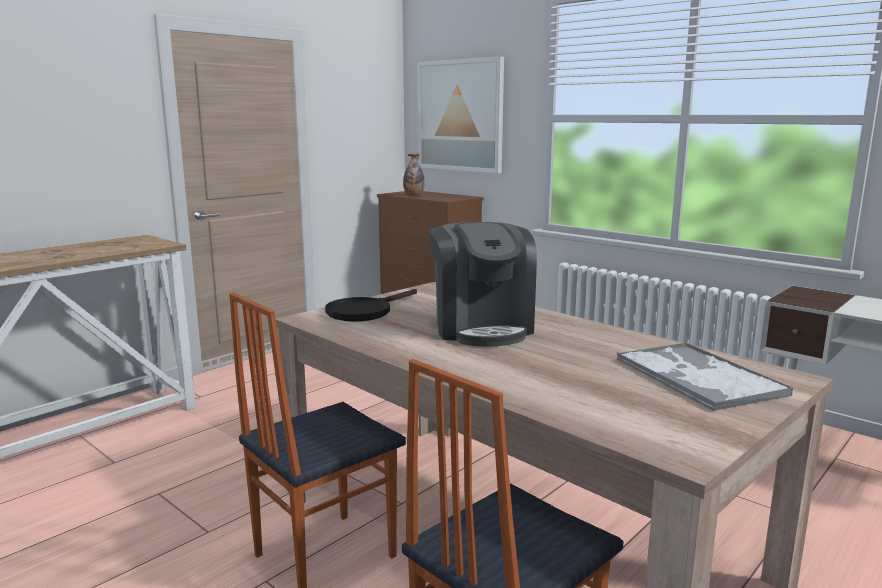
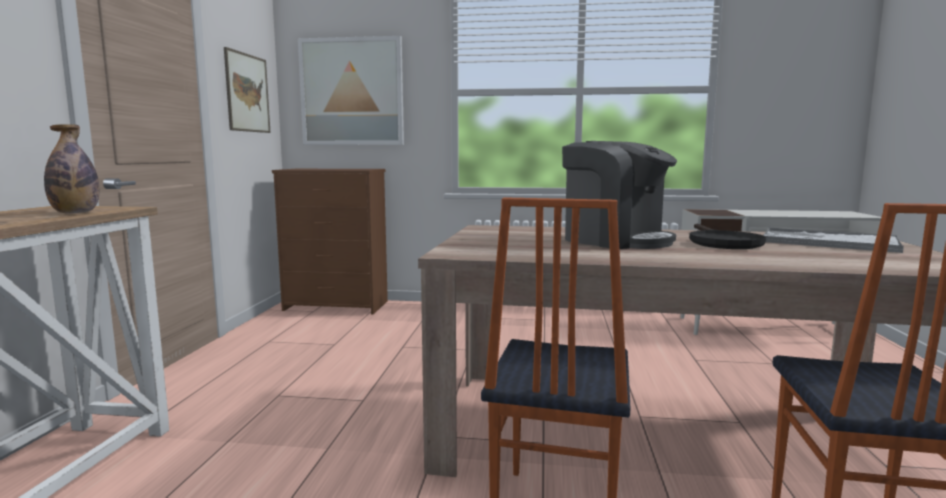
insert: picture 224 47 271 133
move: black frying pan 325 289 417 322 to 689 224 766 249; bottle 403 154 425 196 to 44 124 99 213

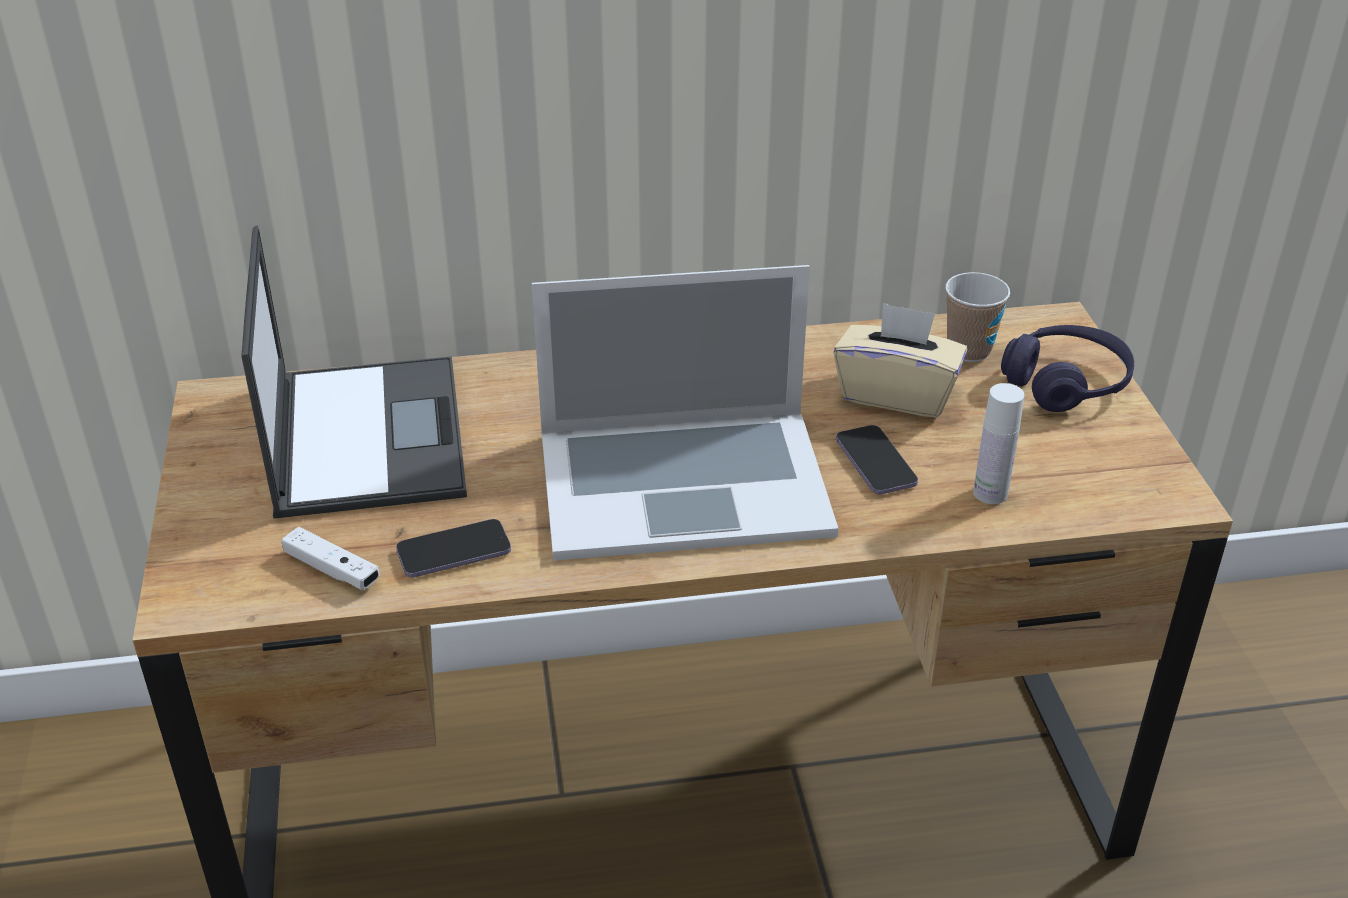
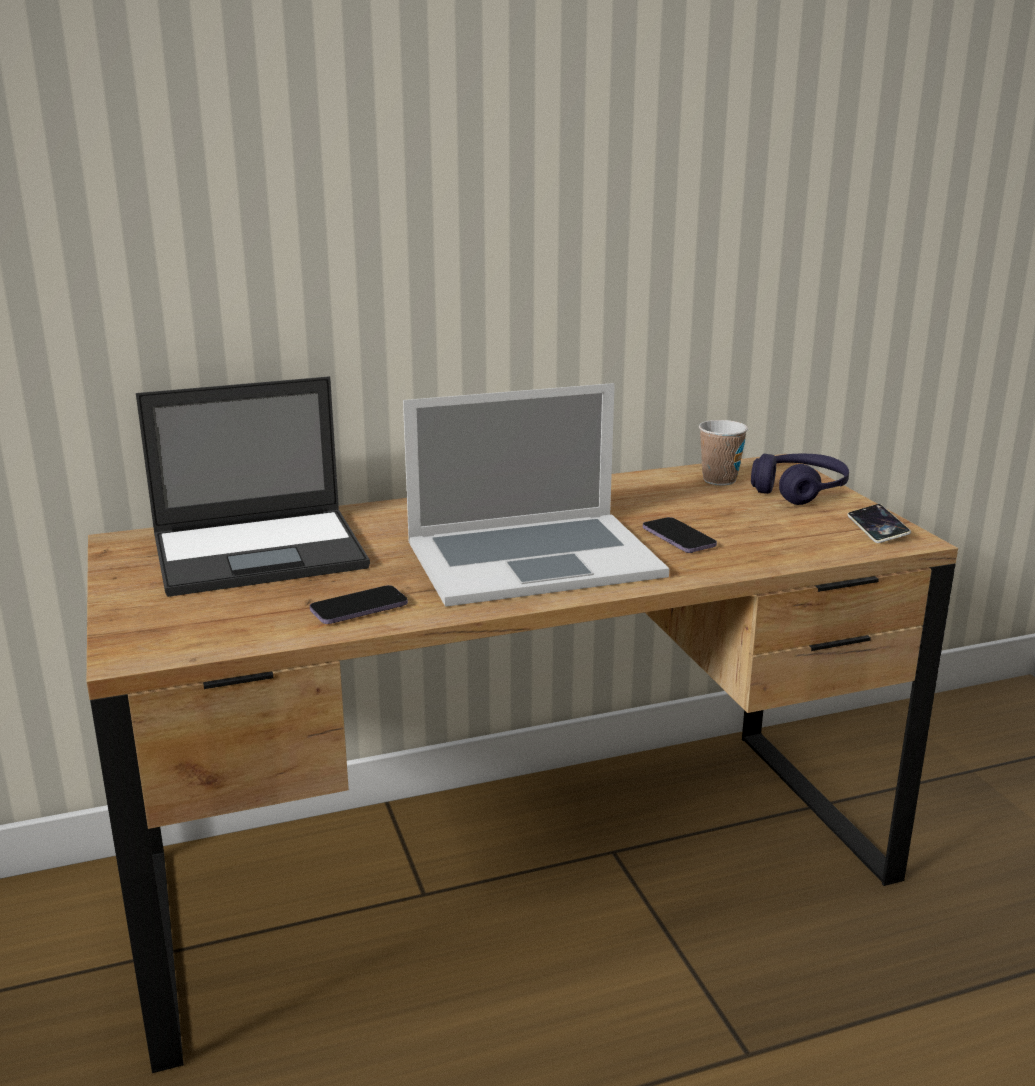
delete: white game controller 281 527 380 590; beige tissue box 834 302 967 418; white bottle 973 383 1024 504
insert: phone 847 504 911 543
rotate: laptop 241 226 467 519 = 136 376 370 597 90 degrees clockwise

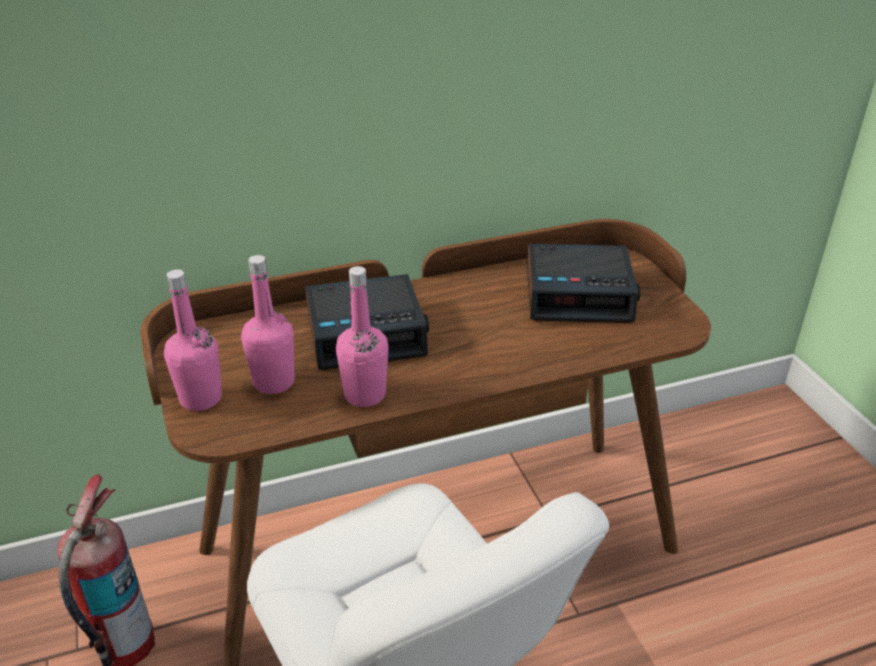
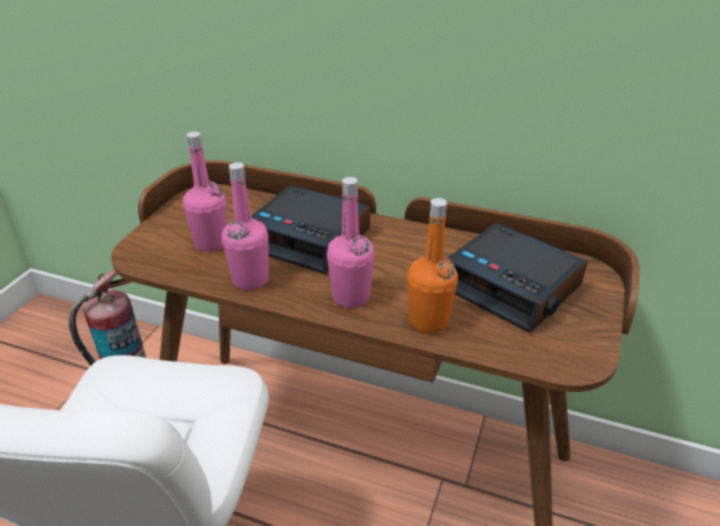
insert: orange bottle 407 198 458 334
move: pink bottle 164 269 222 411 to 327 177 375 308

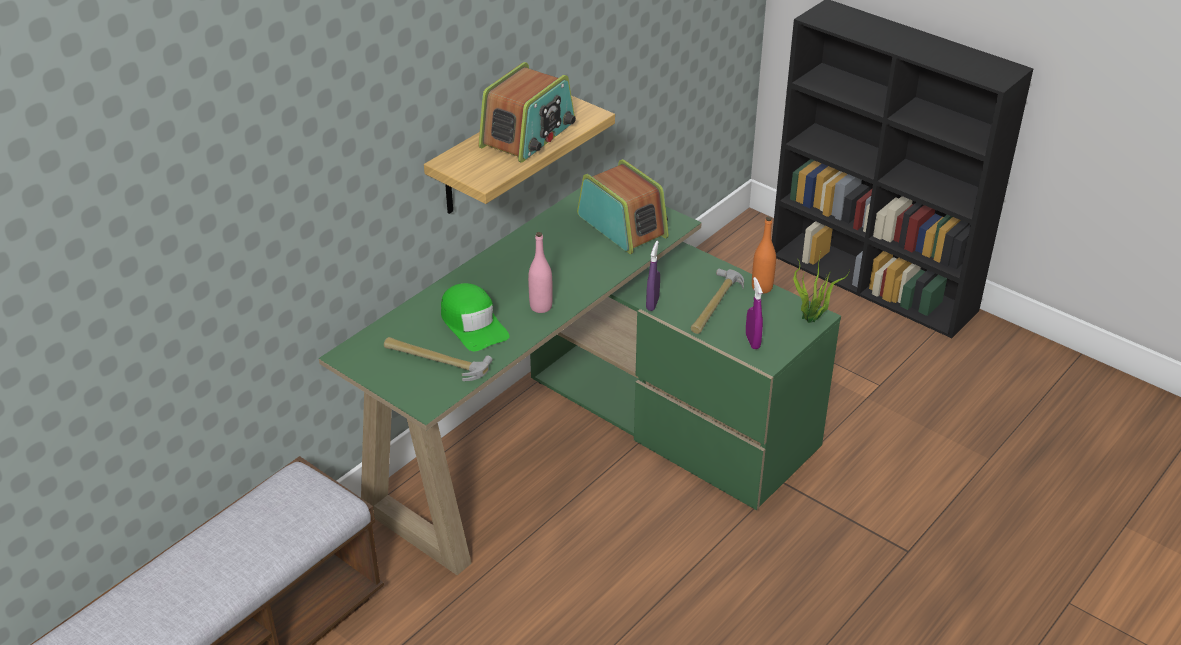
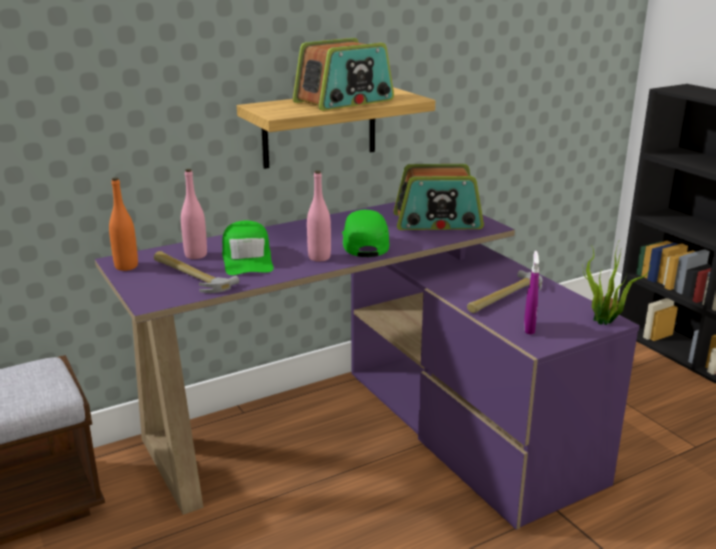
delete: purple spray bottle 646 241 660 311
insert: pink bottle 181 169 207 259; green cap 342 210 389 257
move: orange bottle 752 217 776 294 to 109 177 138 271
recolor: green desk 319 187 841 575 to purple desk 95 202 640 530
rotate: radio 577 159 669 254 = 394 164 484 230 105 degrees clockwise

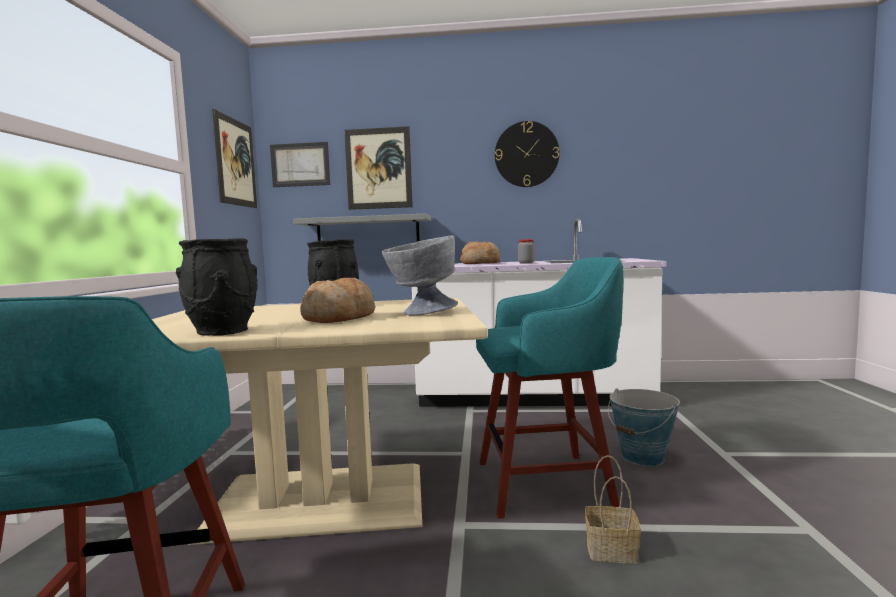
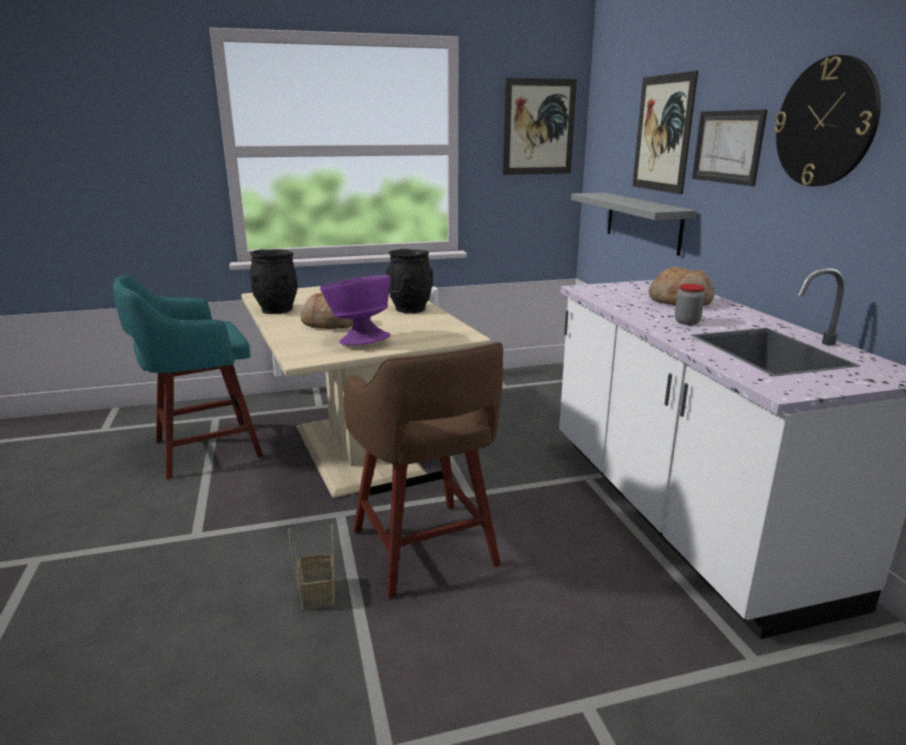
delete: bucket 608 388 680 466
move: picture 270 142 330 187 to 692 110 768 186
recolor: grey bowl 382 235 458 315 to purple bowl 320 275 390 345; turquoise stool 476 257 624 519 to brown stool 344 342 503 599

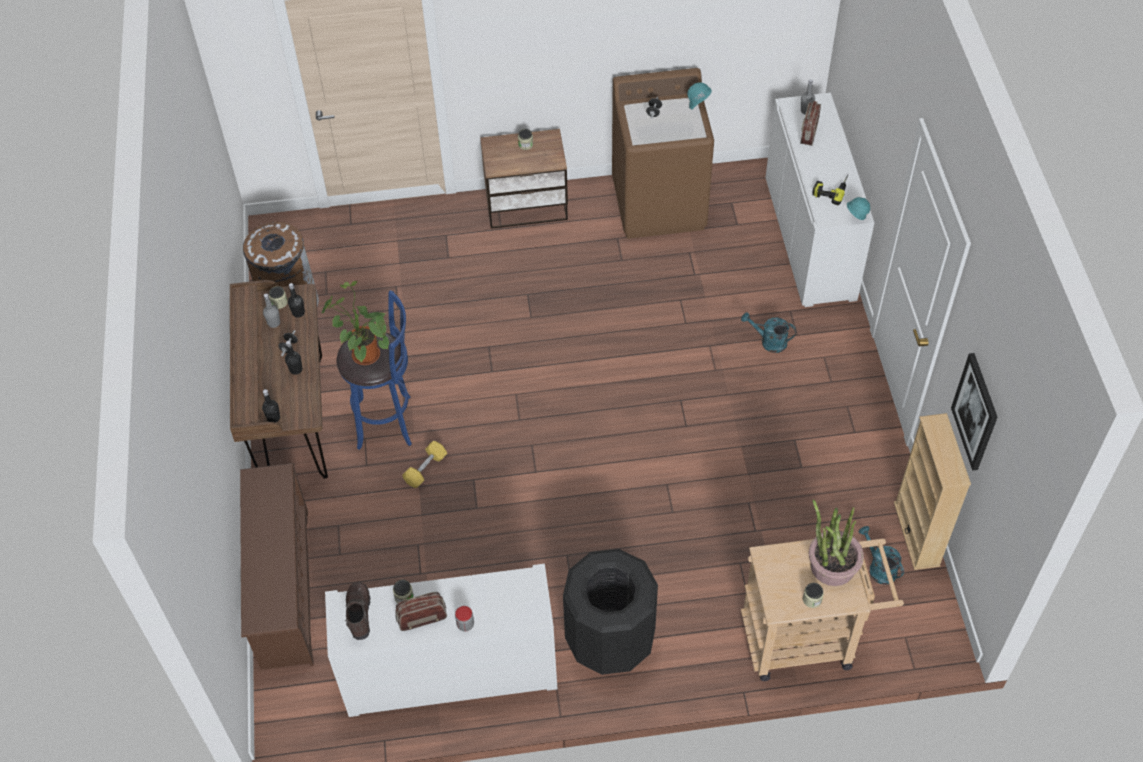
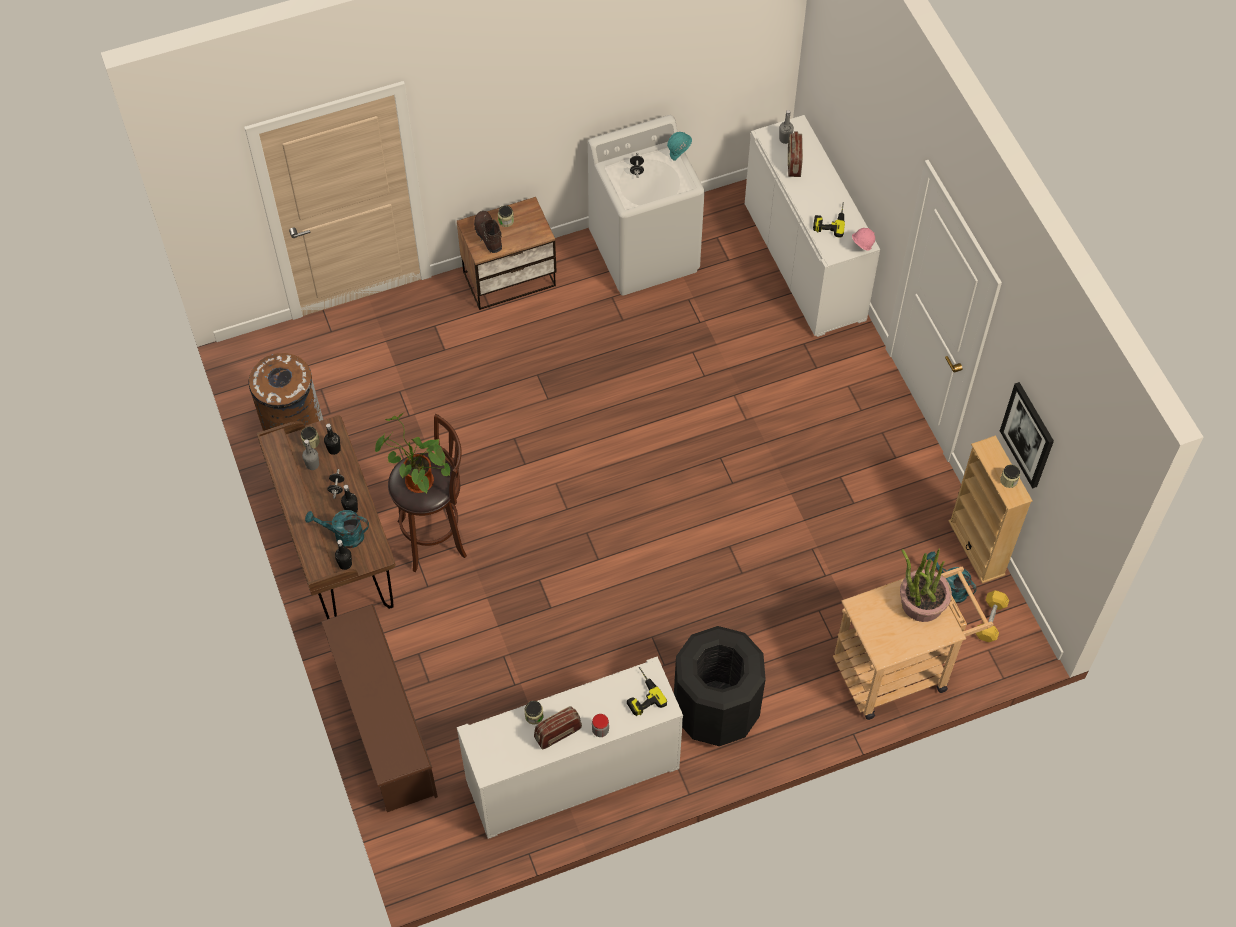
insert: power drill 627 667 667 716
move: brown boot 345 582 371 640 to 474 211 502 253; yellow dumbbell 402 441 447 488 to 976 590 1009 642; turquoise watering can 741 312 796 353 to 305 510 369 548; jar 803 583 824 608 to 1000 465 1020 488
recolor: blue stool 336 290 412 450 to brown stool 388 414 467 572; brown washing machine 612 68 714 239 to white washing machine 588 115 705 296; turquoise hard hat 847 197 870 220 to pink hard hat 852 228 875 251

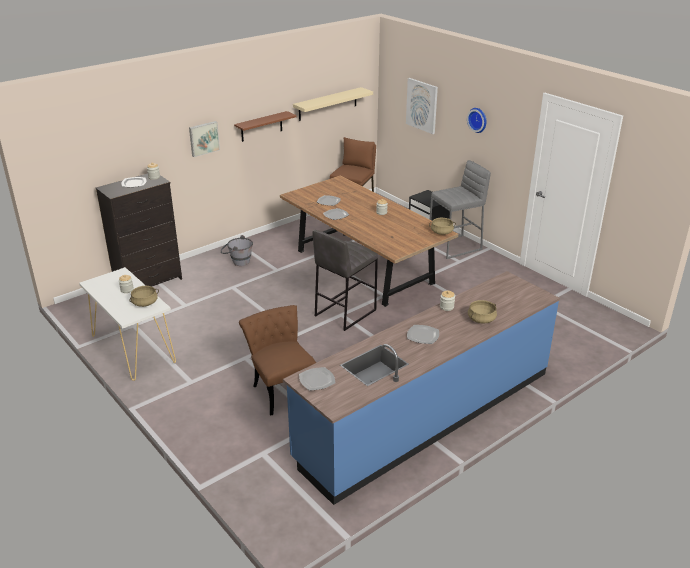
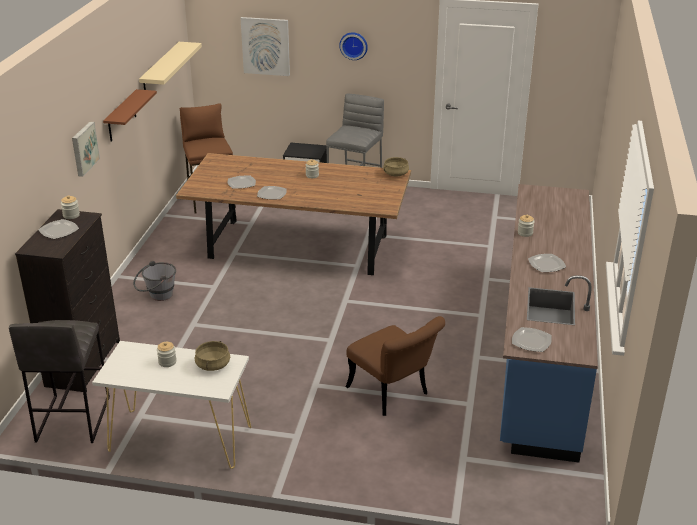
delete: beige cooking pot 468 300 497 324
move: grey stool 312 230 378 331 to 9 320 110 443
rotate: brown chair 239 305 316 416 = 345 316 445 416 150 degrees counterclockwise

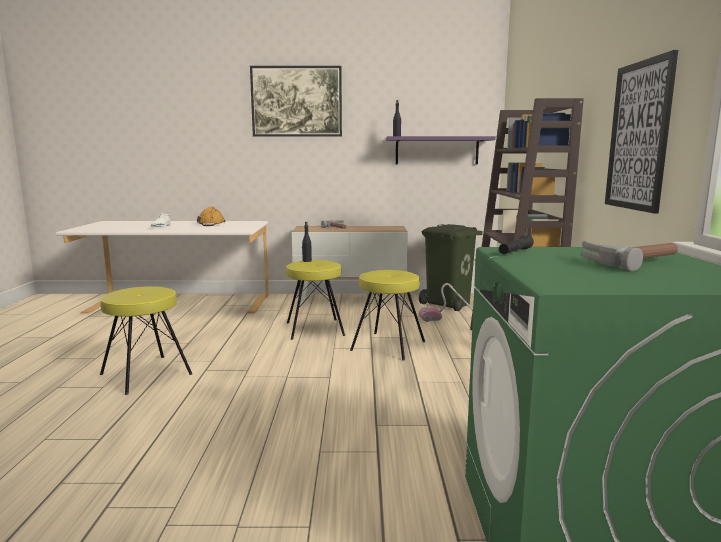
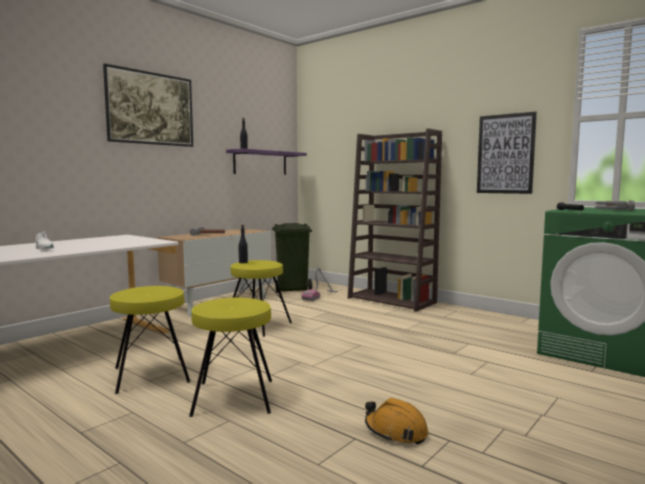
move: orange hard hat 197 207 225 226 to 365 398 428 444; yellow stool 350 270 425 361 to 110 286 191 394

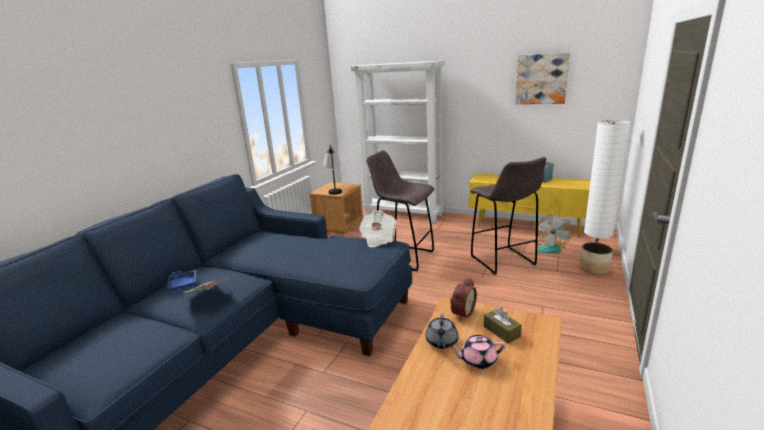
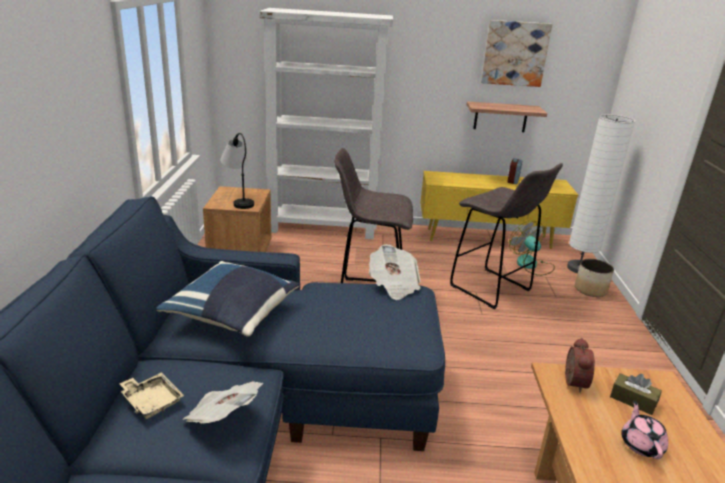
delete: grey teapot 425 314 458 349
insert: blue pillow 156 261 300 337; shelf 467 101 547 132
recolor: blue tray 167 270 196 291 to beige tray 119 372 184 419
rotate: pink teapot 449 335 505 369 = 621 401 668 459 120 degrees clockwise; fan 535 214 572 253 = 509 221 555 276 135 degrees clockwise

